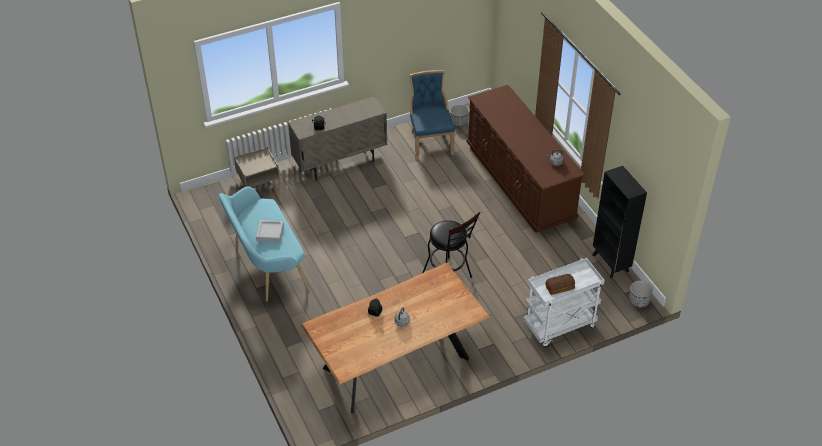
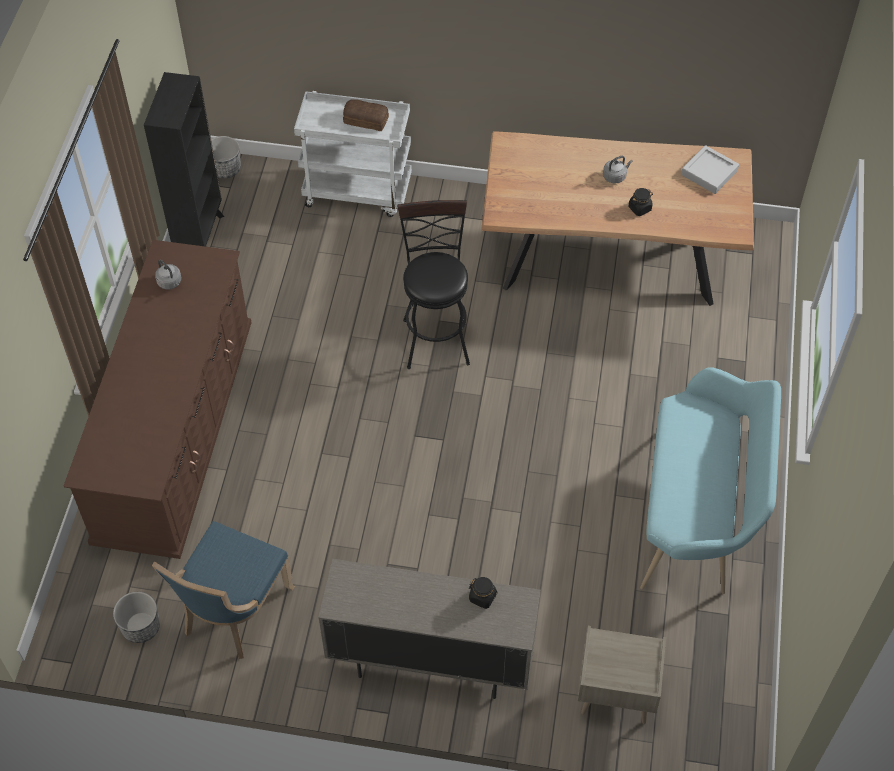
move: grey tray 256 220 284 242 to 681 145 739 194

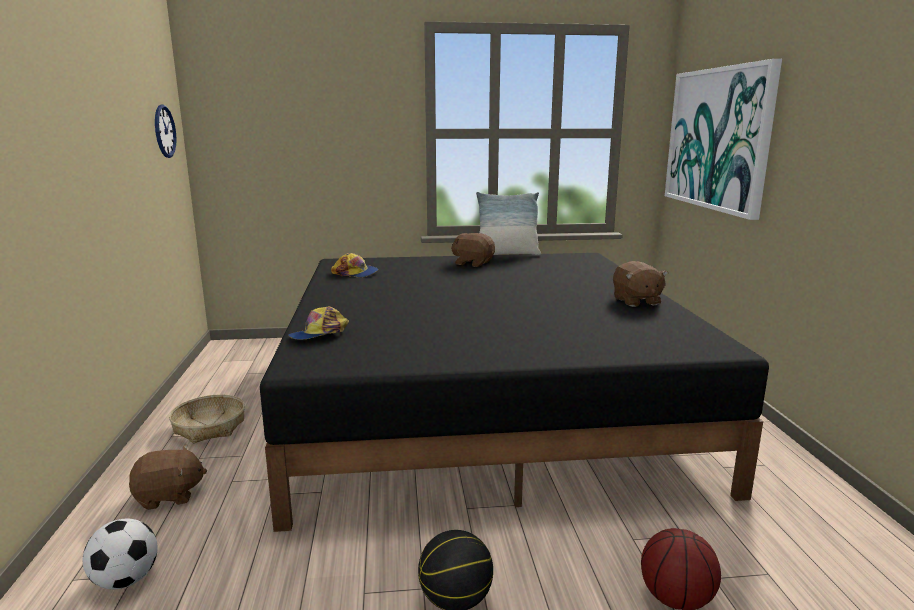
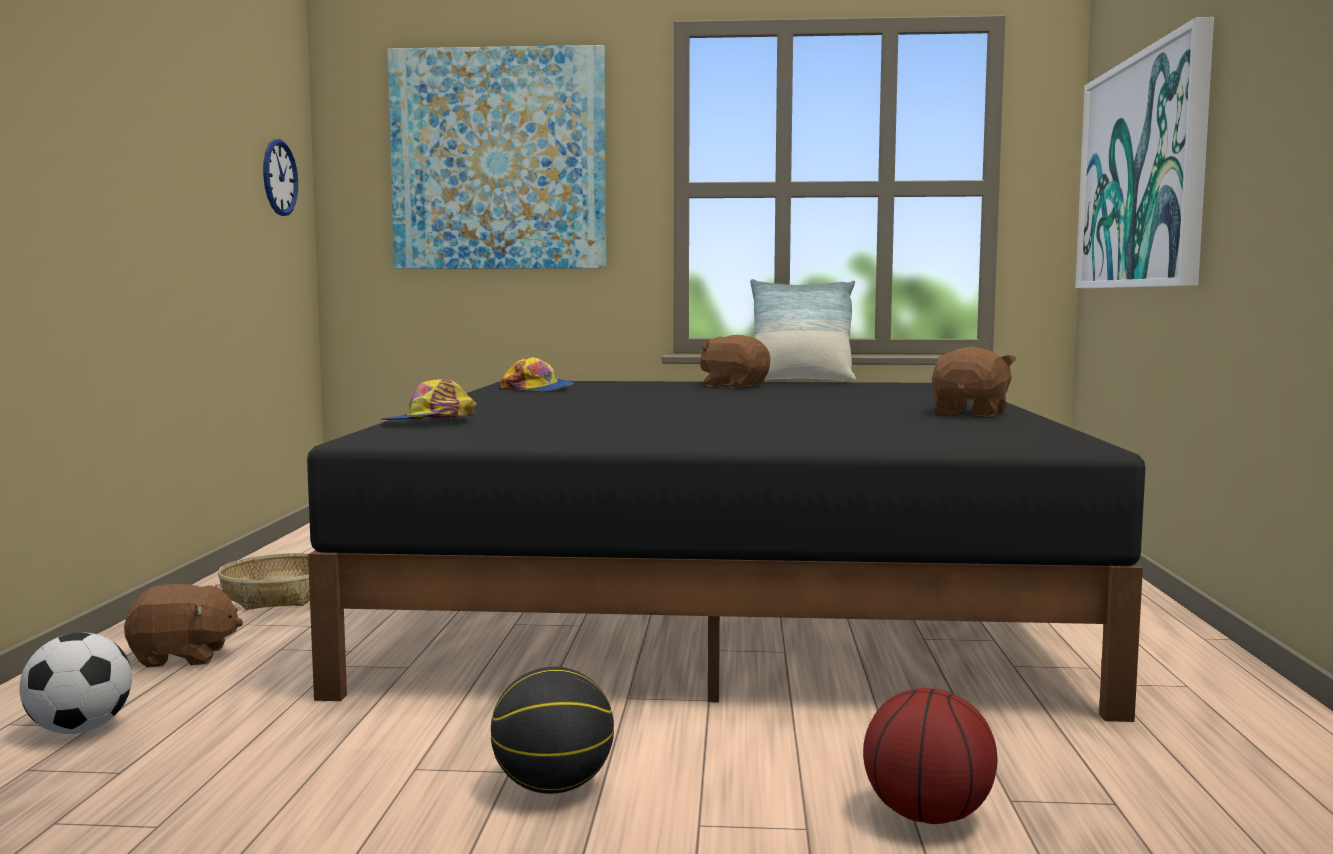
insert: picture 387 45 606 269
rotate: brown plush toy 613 261 668 307 = 931 346 1017 417 150 degrees counterclockwise

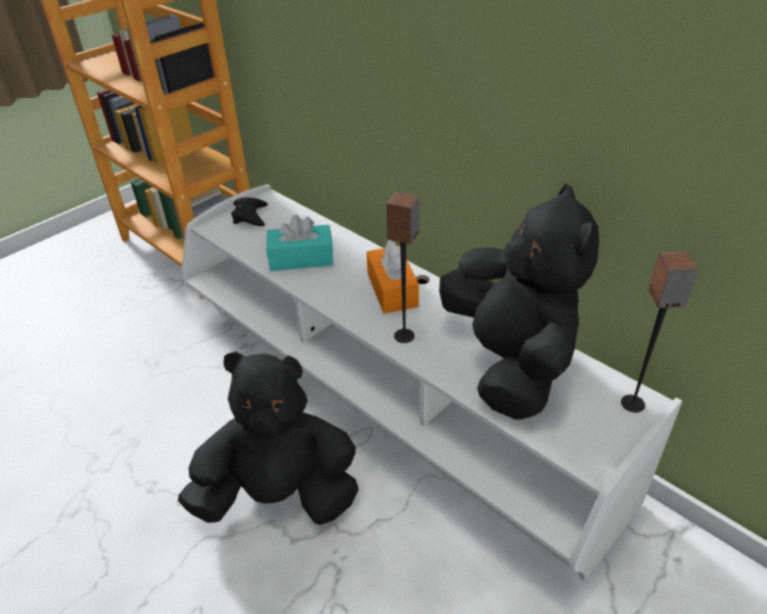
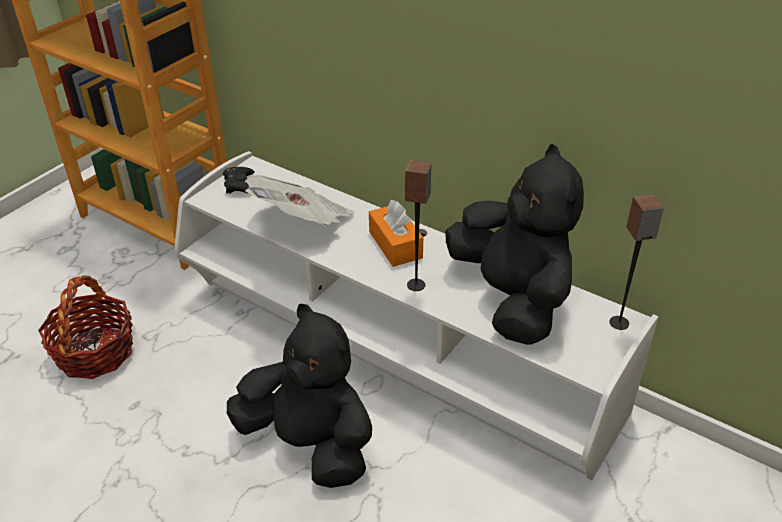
insert: basket 38 275 133 379
replace: turquoise tissue box 266 214 333 271 to newspaper 245 175 354 225
rotate: black plush toy 178 351 359 525 = 227 304 372 488 45 degrees clockwise

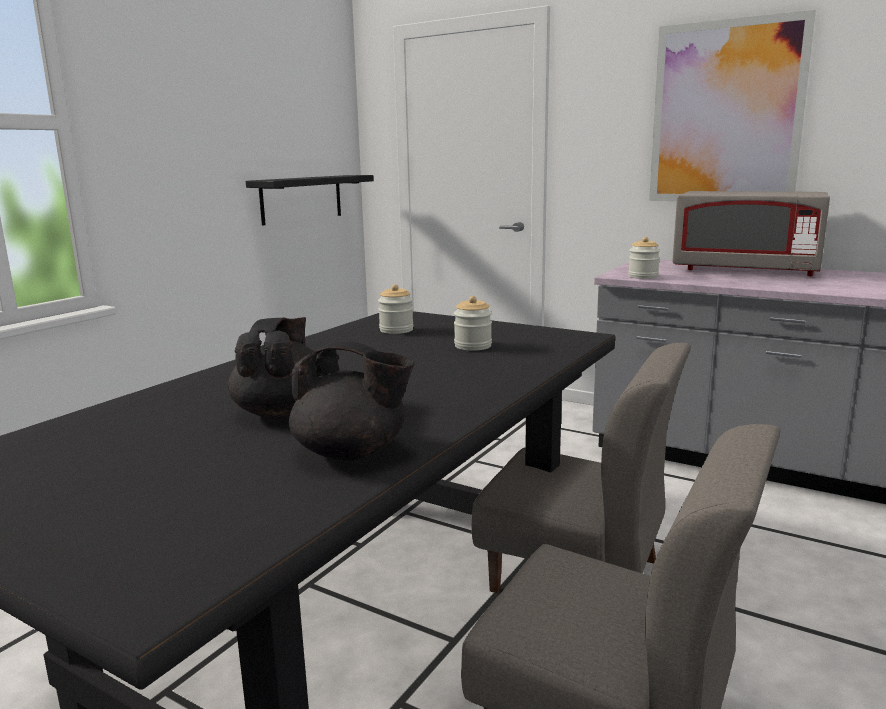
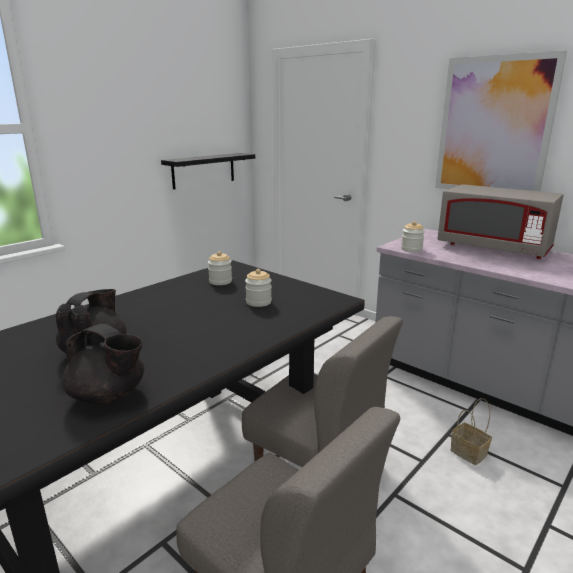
insert: basket 450 398 492 465

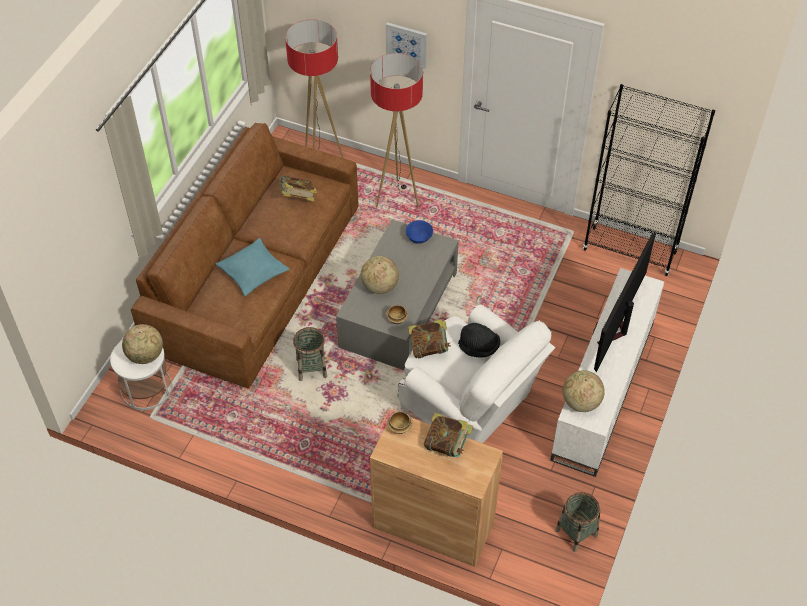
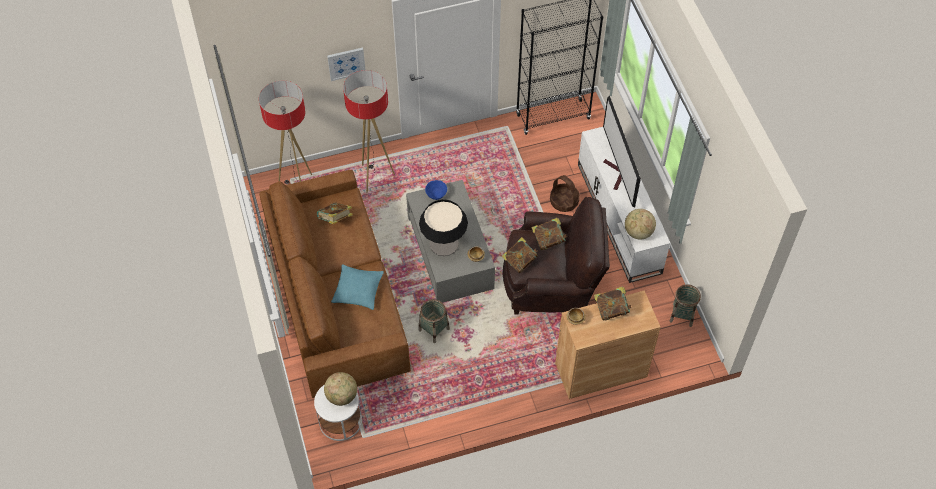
insert: basket 550 175 580 212
replace: globe 361 256 399 294 to table lamp 419 199 468 256; black hat 458 323 500 358 to book 531 218 567 250
recolor: white armchair 398 305 555 443 to brown armchair 503 197 610 315

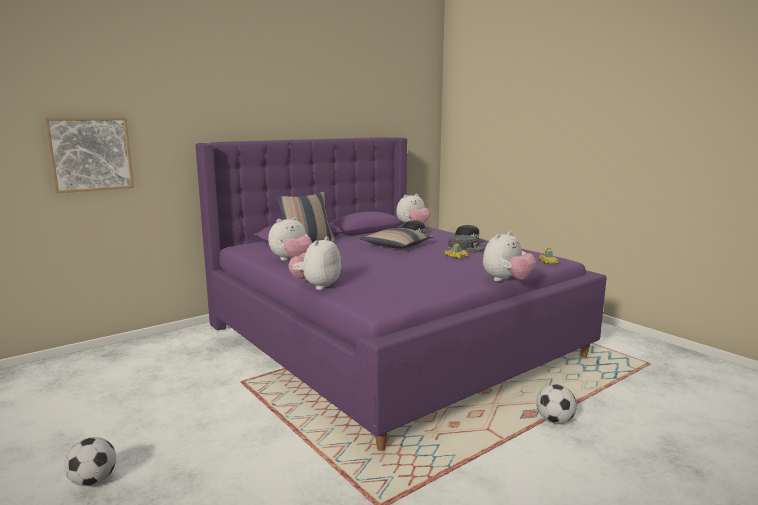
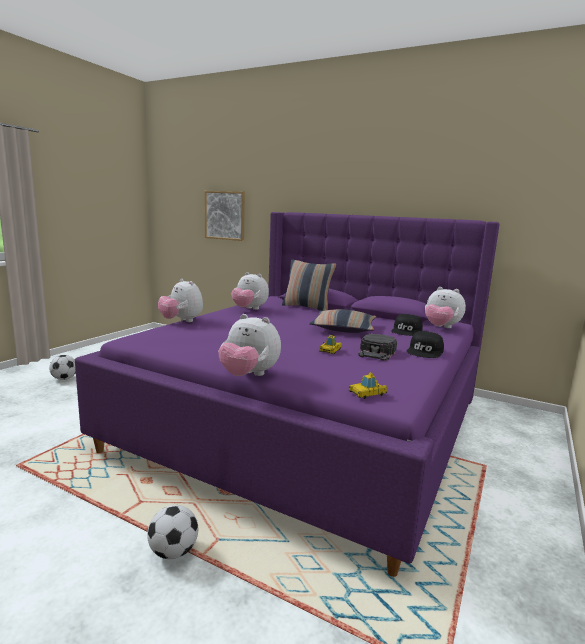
rotate: plush toy 288 236 341 290 = 158 279 203 322 135 degrees counterclockwise

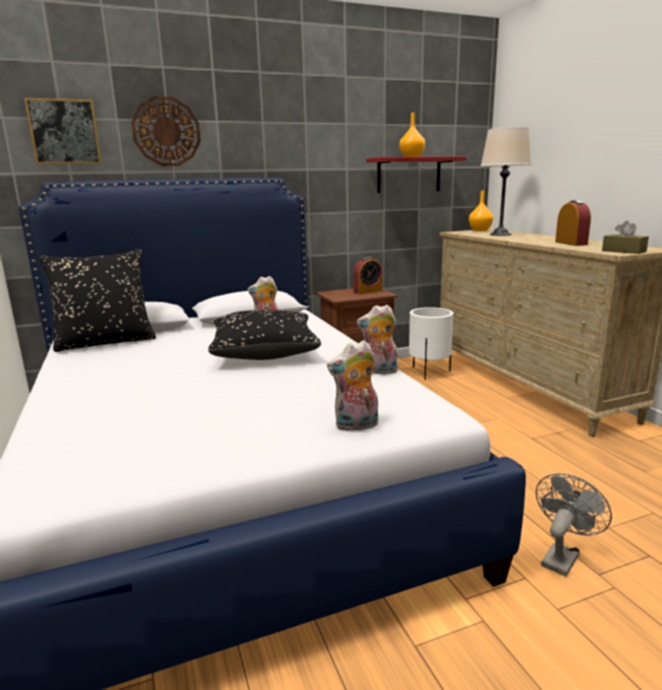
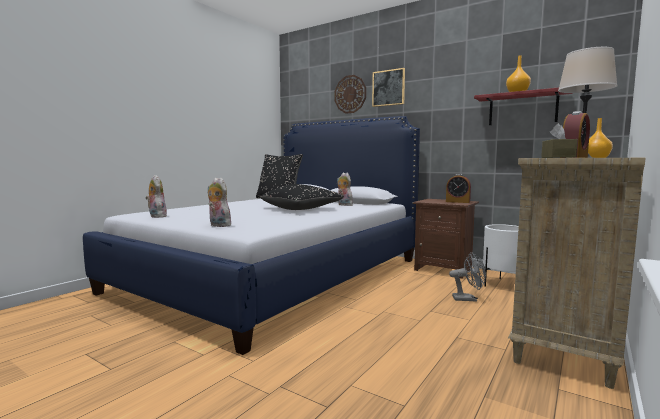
move: picture 24 98 102 164 to 372 68 405 107; plush toy 357 305 399 374 to 145 175 167 218; grey fan 536 473 612 576 to 449 252 486 302

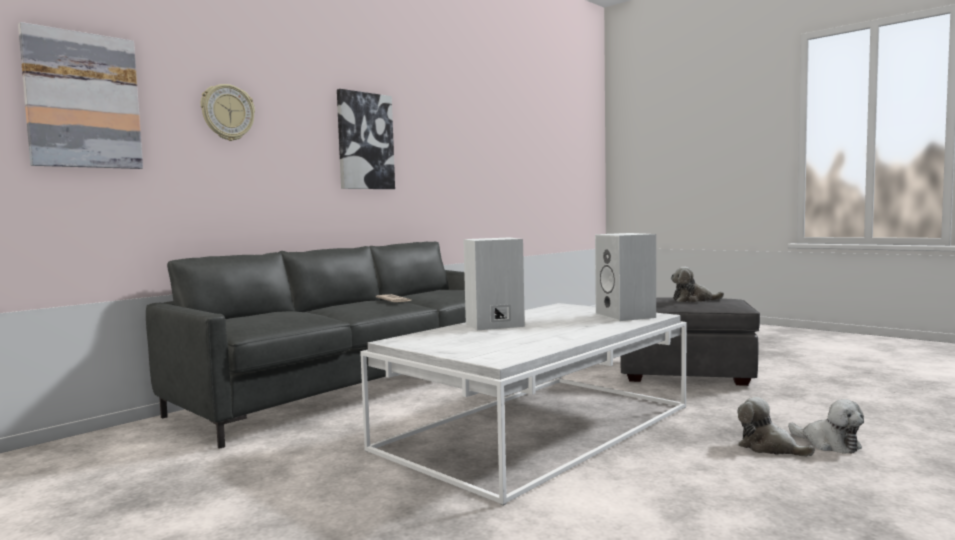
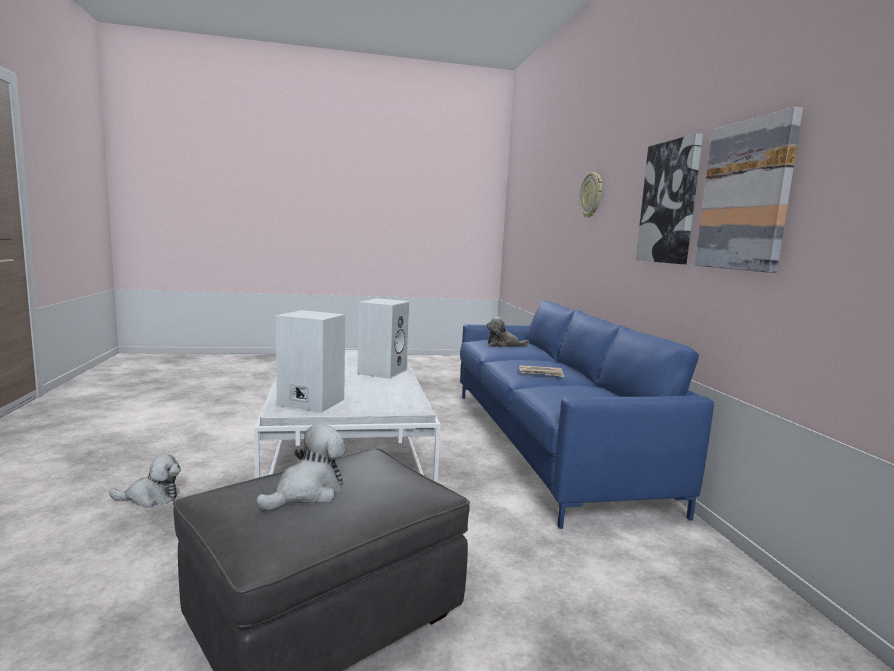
move: picture 18 22 143 169 to 695 107 803 273; plush toy 788 399 864 454 to 486 317 529 347
recolor: grey sofa 146 242 466 449 to blue sofa 460 301 714 529

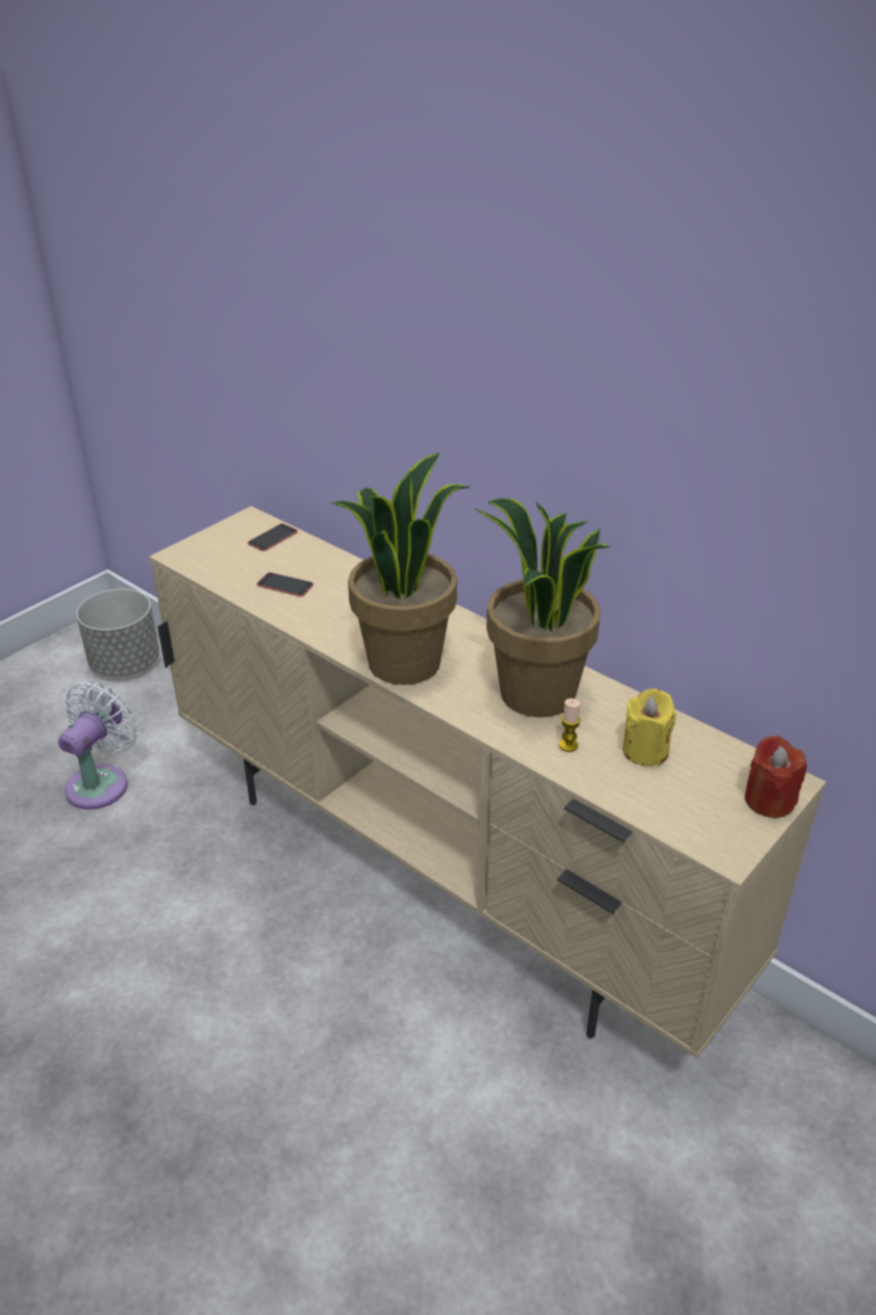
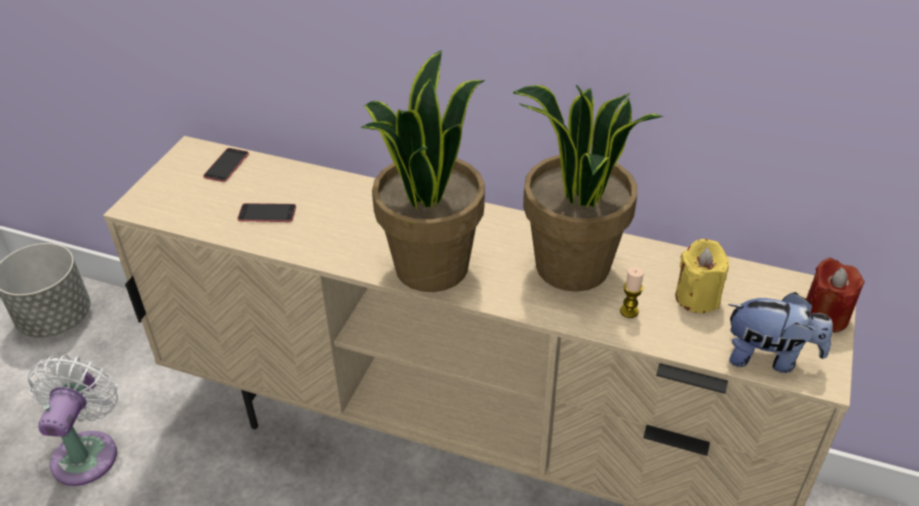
insert: plush toy 728 292 833 373

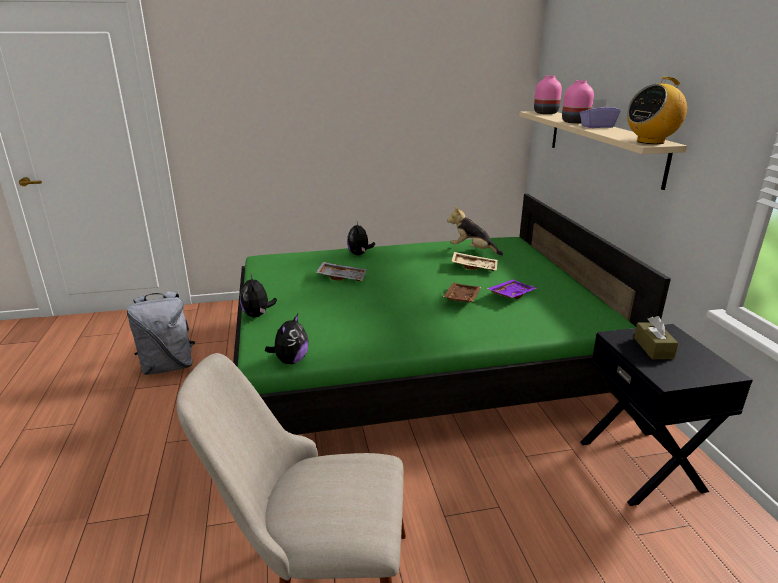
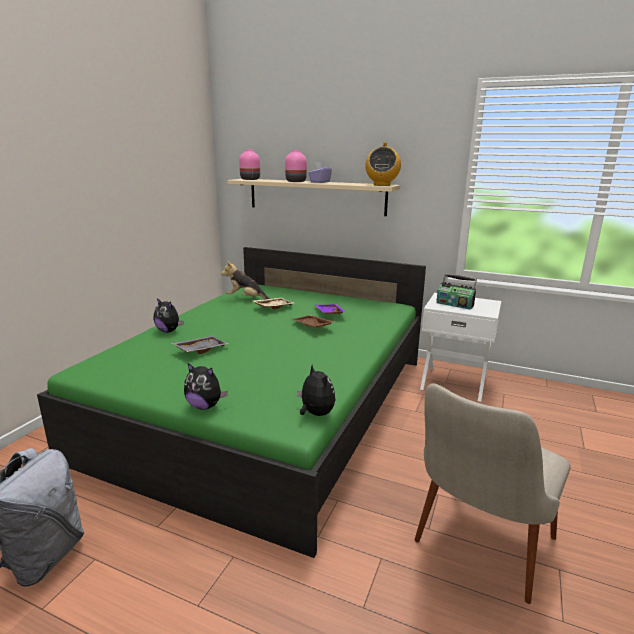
replace: brown tissue box 634 316 678 359 to radio 437 274 477 310
recolor: black nightstand 580 324 753 506 to white nightstand 420 293 501 402
rotate: plush toy 447 206 503 255 = 221 261 270 299 45 degrees clockwise

